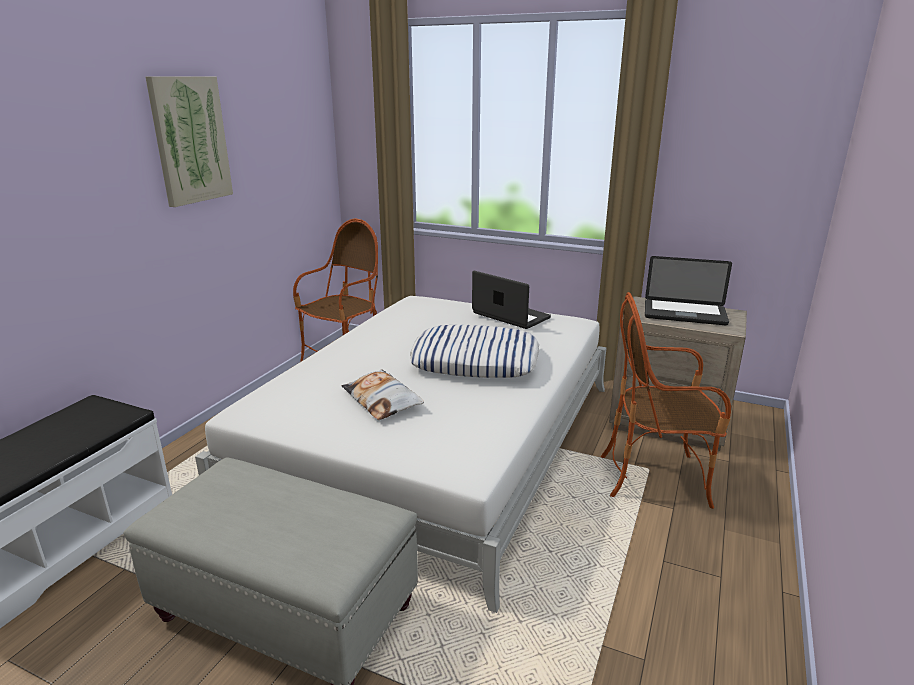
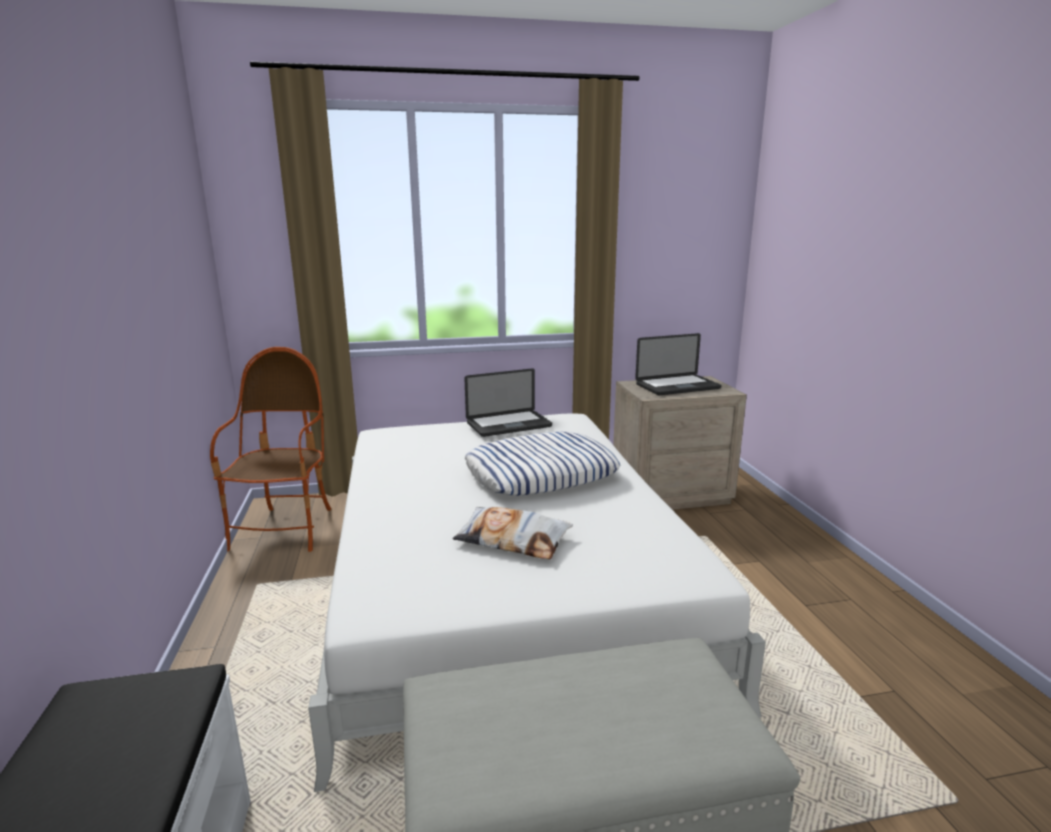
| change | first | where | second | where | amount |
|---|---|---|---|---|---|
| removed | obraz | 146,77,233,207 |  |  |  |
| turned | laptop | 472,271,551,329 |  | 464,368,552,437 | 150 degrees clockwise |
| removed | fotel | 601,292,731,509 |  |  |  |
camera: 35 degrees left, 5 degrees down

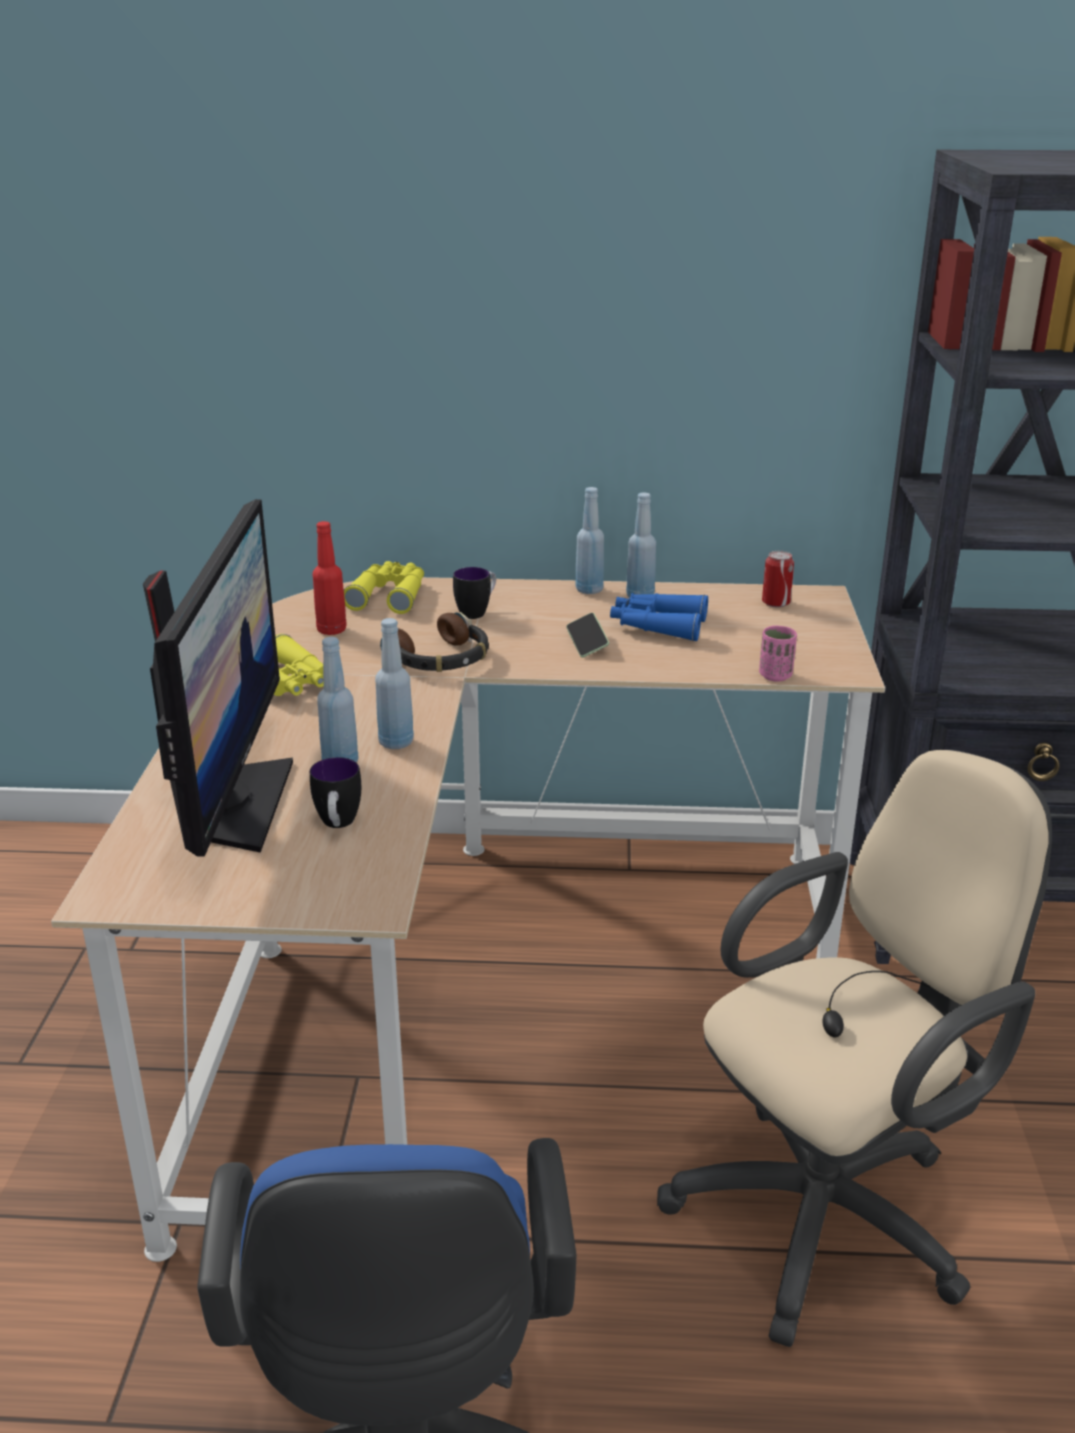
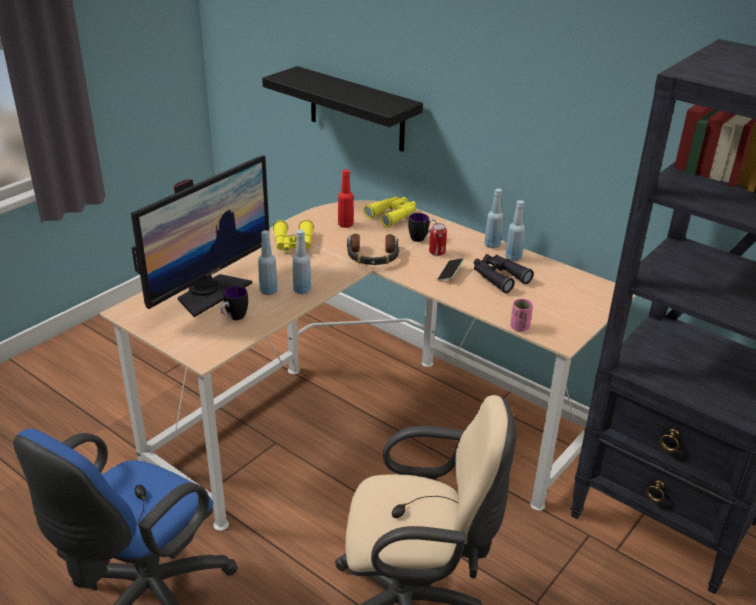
| change | first | where | second | where | amount |
|---|---|---|---|---|---|
| moved | puszka | 762,551,794,607 |  | 429,223,447,256 |  |
| recoloured | lornetka (niebieski) | 610,593,708,641 | lornetka (czarny) | 474,254,534,293 |  |
| added |  |  | półka (czarny) | 262,66,423,152 |  |
camera: 35 degrees right, 5 degrees up

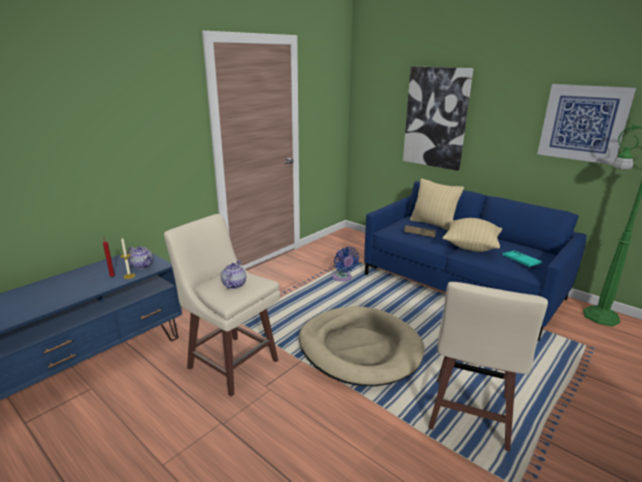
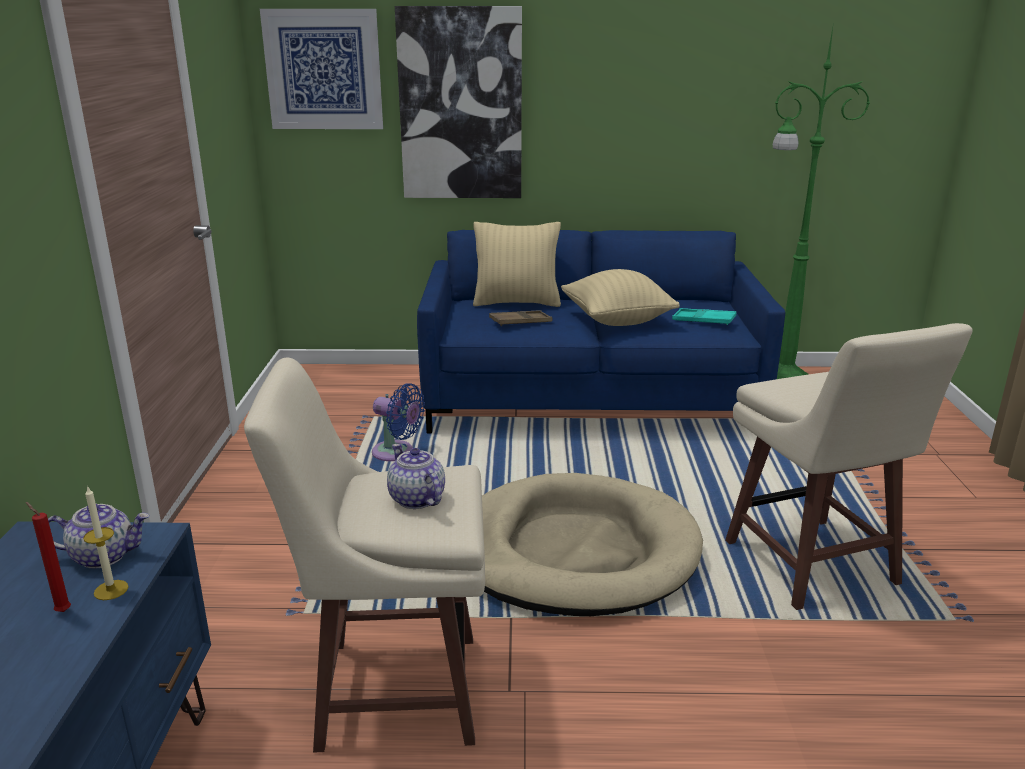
| change | first | where | second | where | amount |
|---|---|---|---|---|---|
| moved | obraz | 537,84,636,165 |  | 260,9,383,129 |  |
camera: 40 degrees left, 0 degrees up

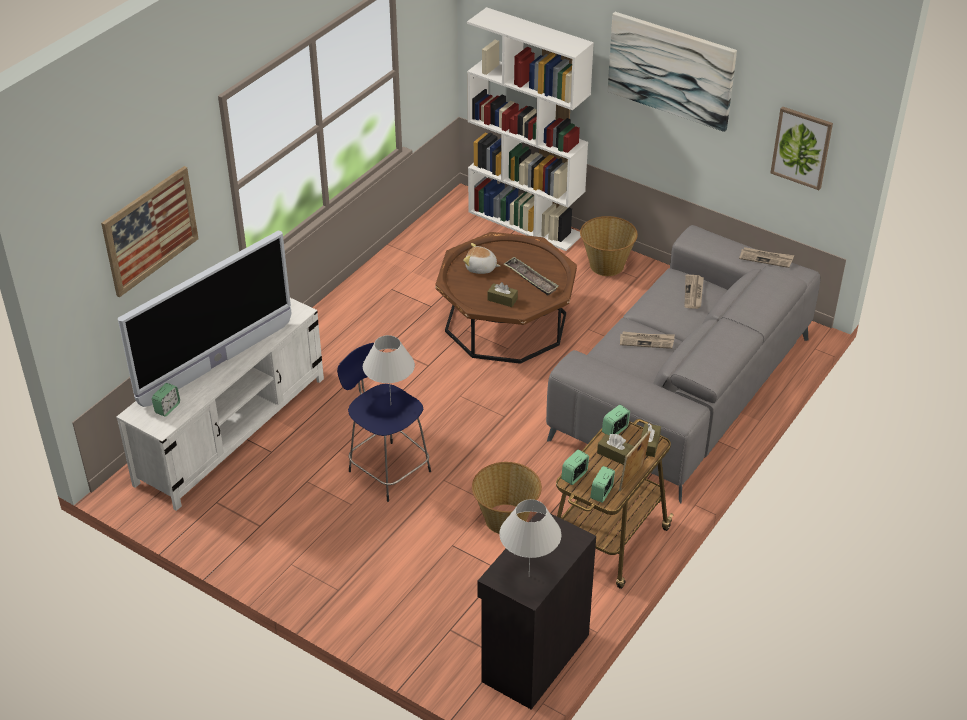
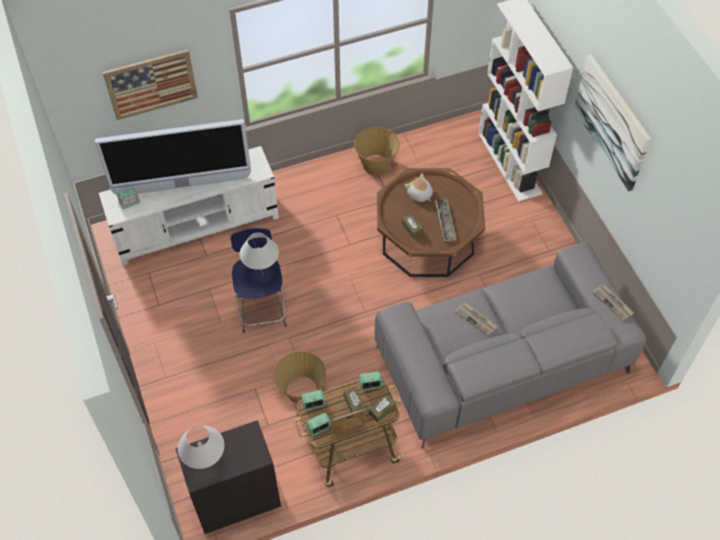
| change | first | where | second | where | amount |
|---|---|---|---|---|---|
| removed | obraz | 771,106,833,190 |  |  |  |
| moved | koszyk | 580,216,638,276 |  | 354,127,399,176 |  |
| removed | gazeta | 684,275,704,309 |  |  |  |
camera: 35 degrees right, 15 degrees up

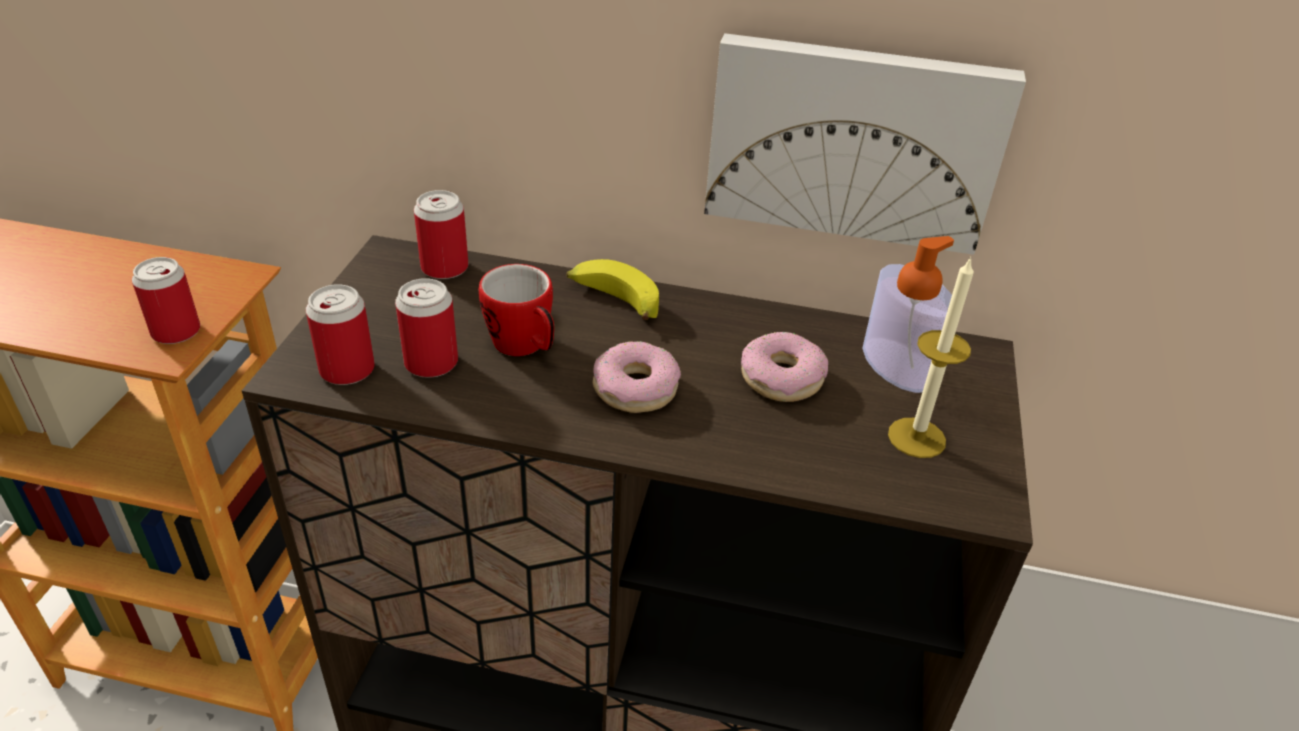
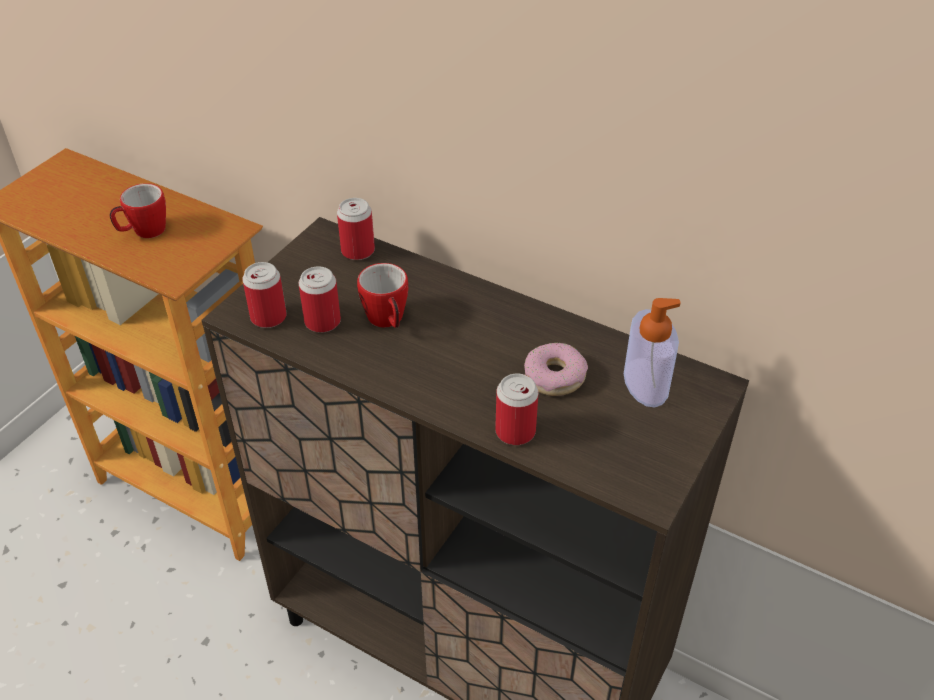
| change | first | where | second | where | amount |
|---|---|---|---|---|---|
| removed | obraz | 704,33,1026,255 |  |  |  |
| removed | świeca | 888,256,974,458 |  |  |  |
| moved | puszka | 132,257,200,344 |  | 495,374,539,445 |  |
| removed | banan | 567,259,659,320 |  |  |  |
| removed | donut | 593,341,681,413 |  |  |  |
| added |  |  | kubek | 110,183,166,238 |  |
camera: 20 degrees right, 5 degrees up

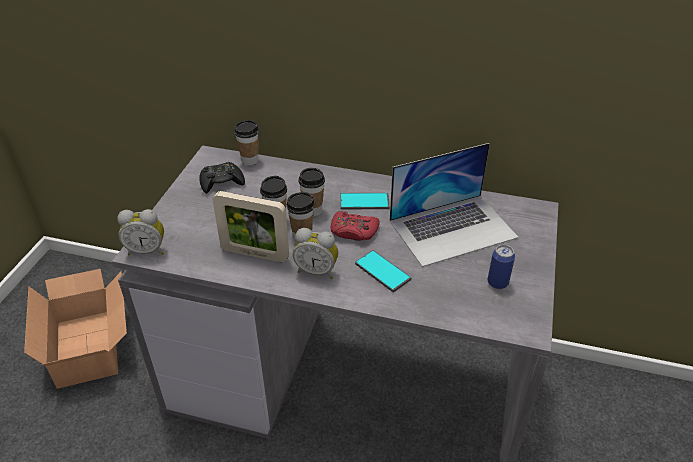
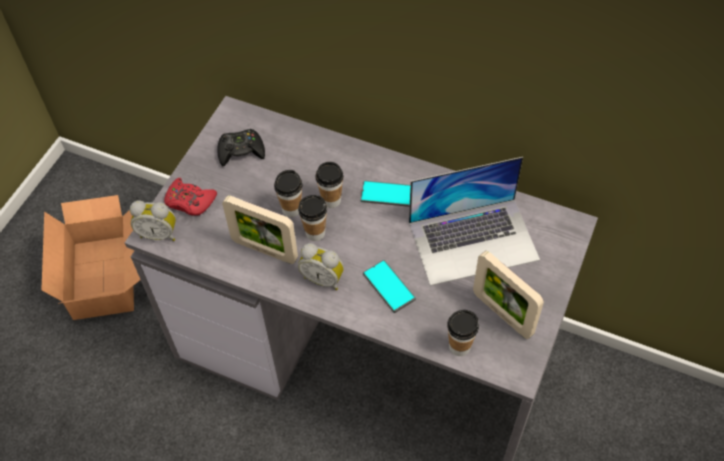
| change | first | where | second | where | amount |
|---|---|---|---|---|---|
| moved | filiżanka | 234,120,259,166 |  | 447,310,479,356 |  |
| moved | pad do gier (czerwony) | 331,211,380,241 |  | 164,178,217,215 |  |
| replaced | puszka | 487,245,515,289 | ramka na zdjęcie | 473,251,544,339 |  |
camera: 10 degrees right, 15 degrees up

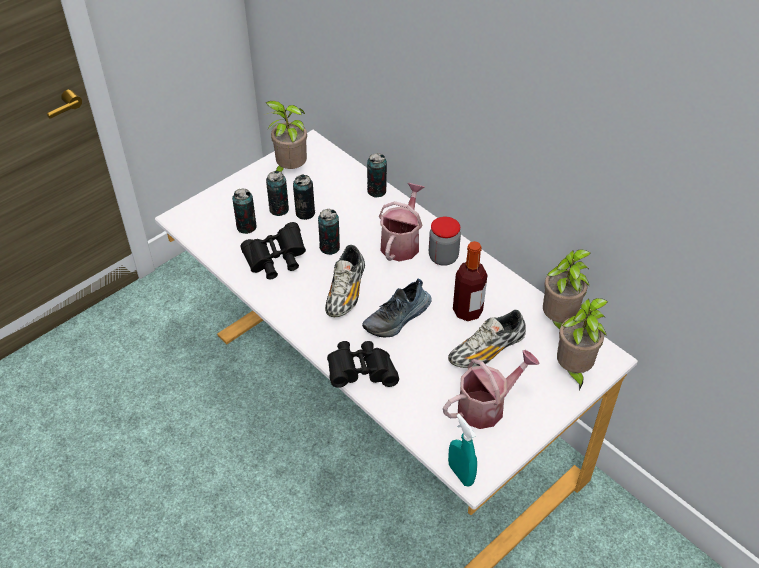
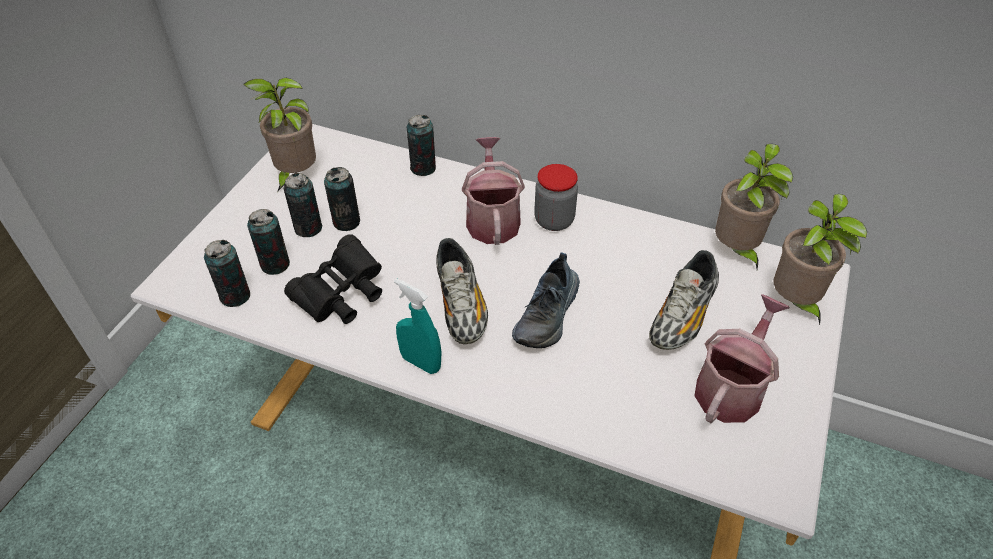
| change | first | where | second | where | amount |
|---|---|---|---|---|---|
| moved | puszka | 318,209,340,255 |  | 204,240,250,307 |  |
| removed | butelka | 453,241,487,321 |  |  |  |
| removed | lornetka (czarny) | 327,341,399,388 |  |  |  |
| moved | spryskiwacz (turkusowy) | 448,414,477,486 |  | 394,279,441,374 |  |
camera: 25 degrees left, 0 degrees up

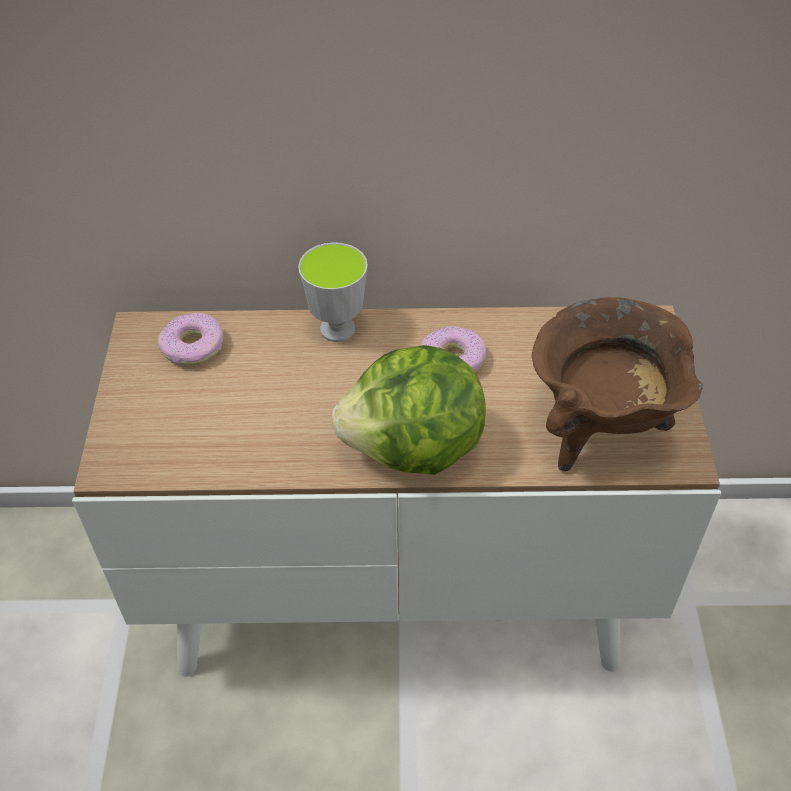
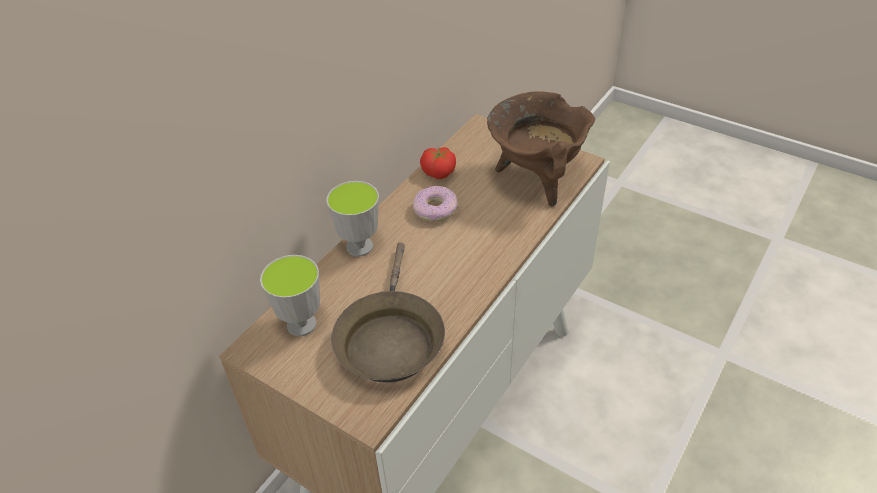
| change | first | where | second | where | amount |
|---|---|---|---|---|---|
| replaced | donut | 158,313,223,366 | filiżanka | 260,255,320,336 |  |
| removed | sałata | 332,345,486,475 |  |  |  |
| added |  |  | pomidor | 420,147,456,179 |  |
| added |  |  | patelnia (brązowy) | 331,242,445,383 |  |
camera: 55 degrees left, 5 degrees down

